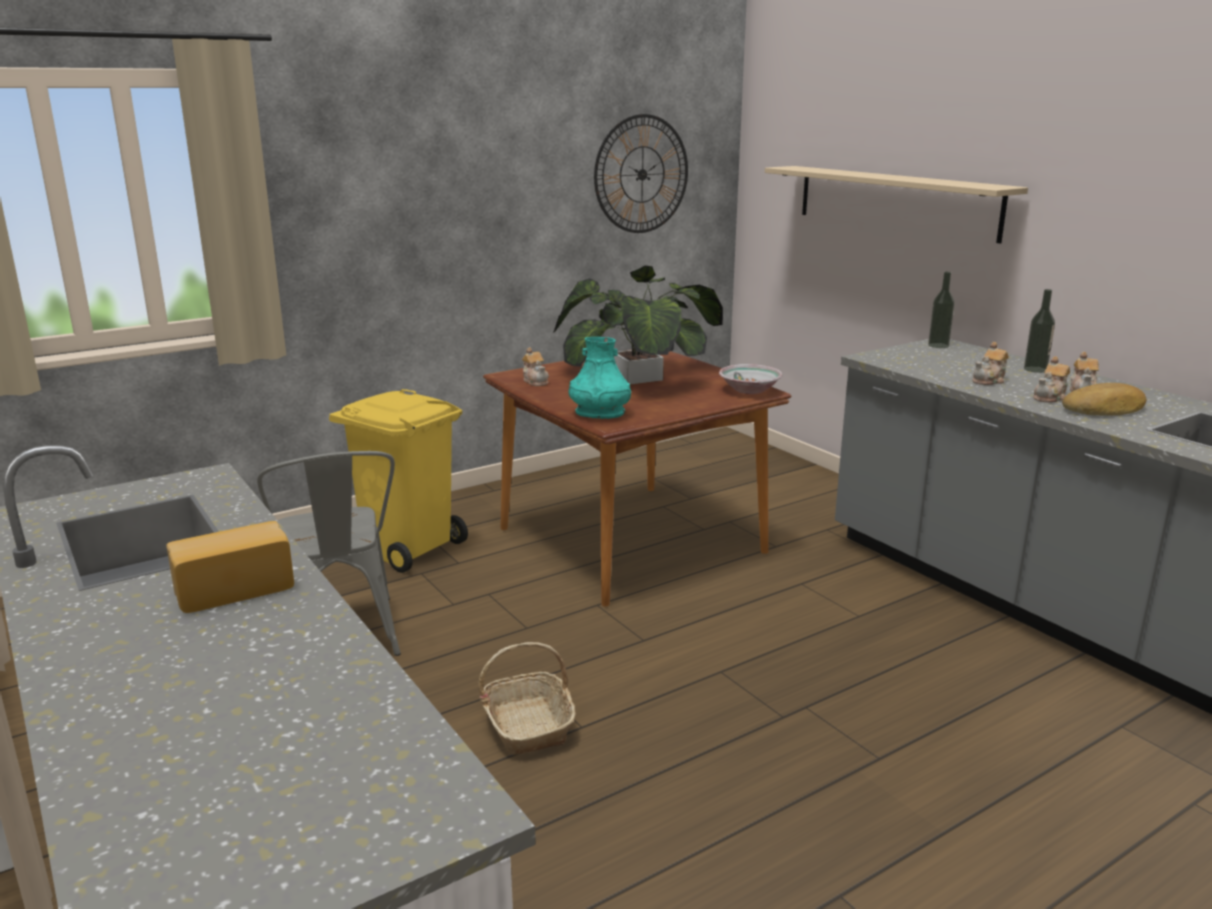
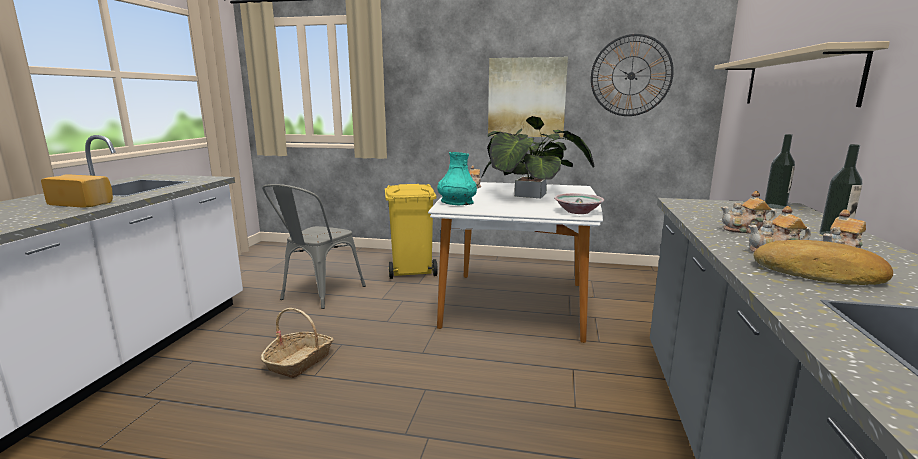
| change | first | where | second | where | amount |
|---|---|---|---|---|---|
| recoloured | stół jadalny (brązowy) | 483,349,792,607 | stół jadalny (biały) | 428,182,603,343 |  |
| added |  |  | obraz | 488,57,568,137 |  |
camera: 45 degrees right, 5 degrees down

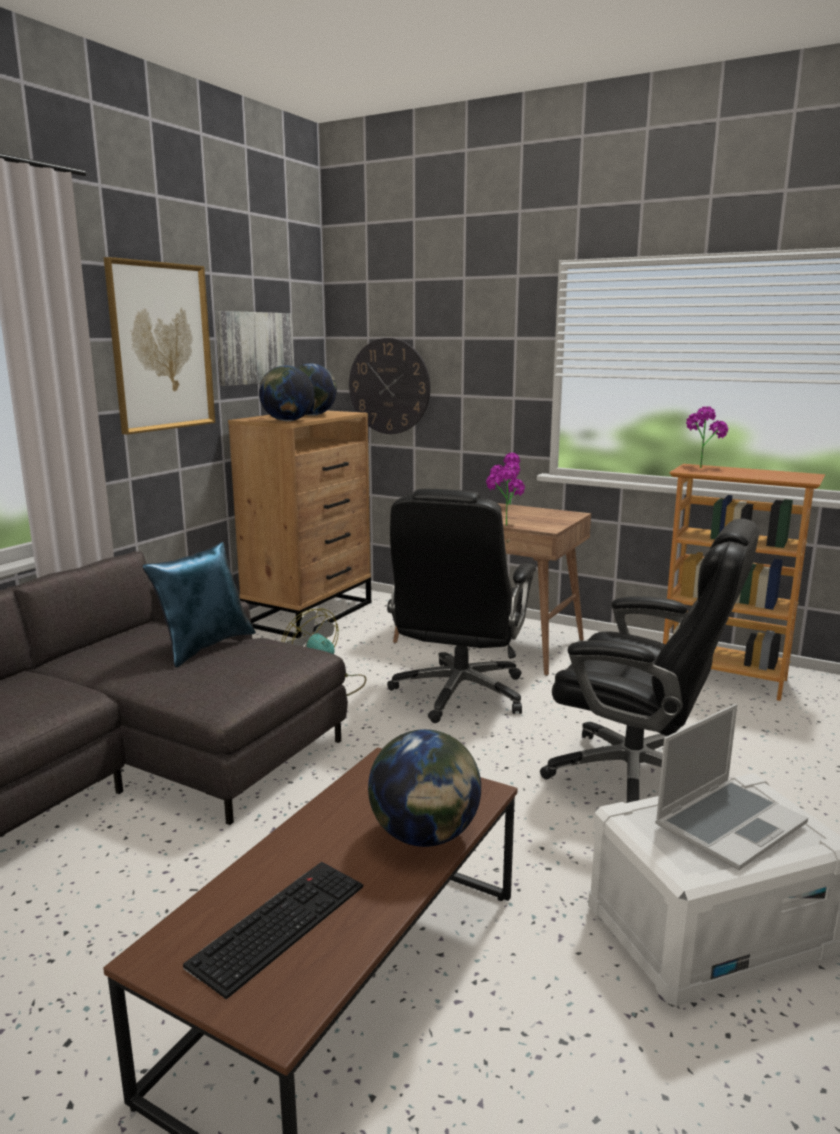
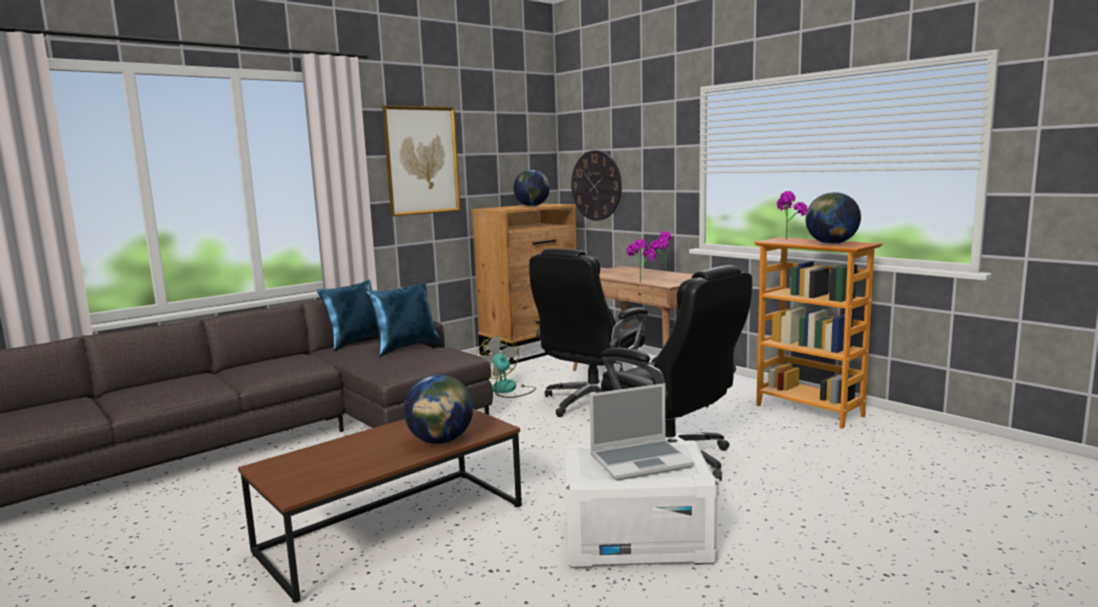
| change | first | where | second | where | amount |
|---|---|---|---|---|---|
| removed | obraz | 215,311,294,386 |  |  |  |
| moved | globus | 259,366,314,421 |  | 805,192,861,244 |  |
| removed | klawiatura | 183,862,363,999 |  |  |  |
| added |  |  | poduszka (niebieski) | 317,280,379,351 |  |
camera: 20 degrees right, 5 degrees down

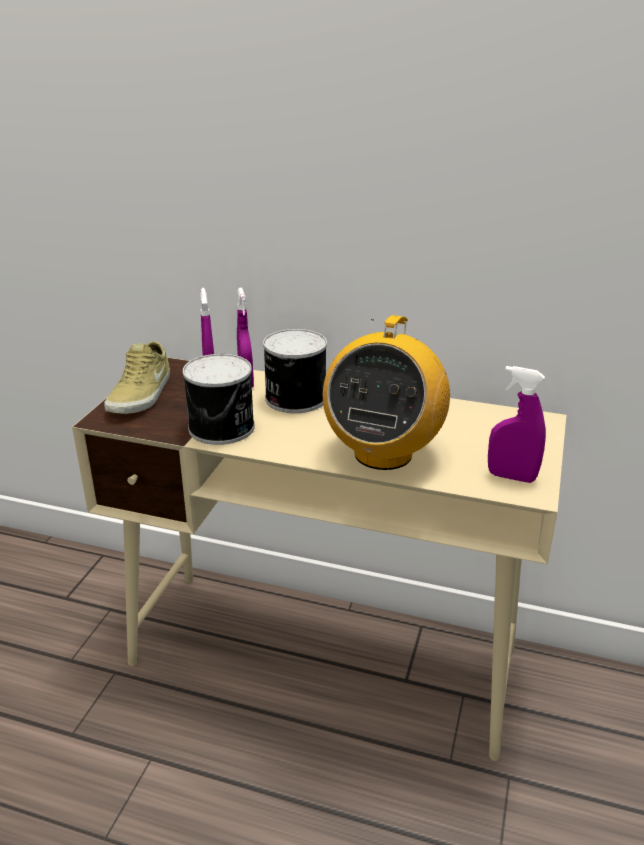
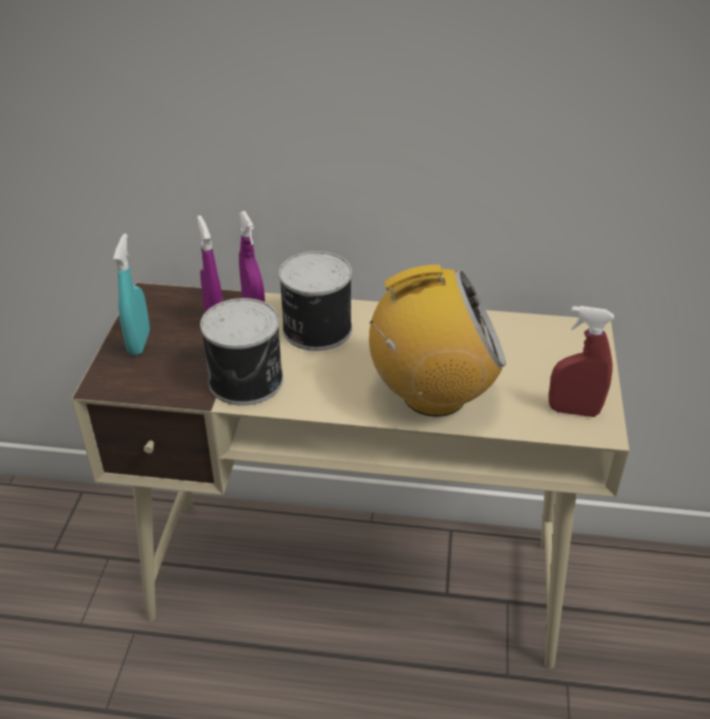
| change | first | where | second | where | amount |
|---|---|---|---|---|---|
| turned | radio | 323,315,450,470 |  | 369,265,506,417 | 105 degrees counterclockwise |
| replaced | but (beżowy) | 104,341,170,414 | spryskiwacz (turkusowy) | 113,234,150,355 |  |
| recoloured | spryskiwacz (fioletowy) | 488,366,546,483 | spryskiwacz (czerwony) | 549,306,614,417 |  |
camera: 10 degrees left, 10 degrees up

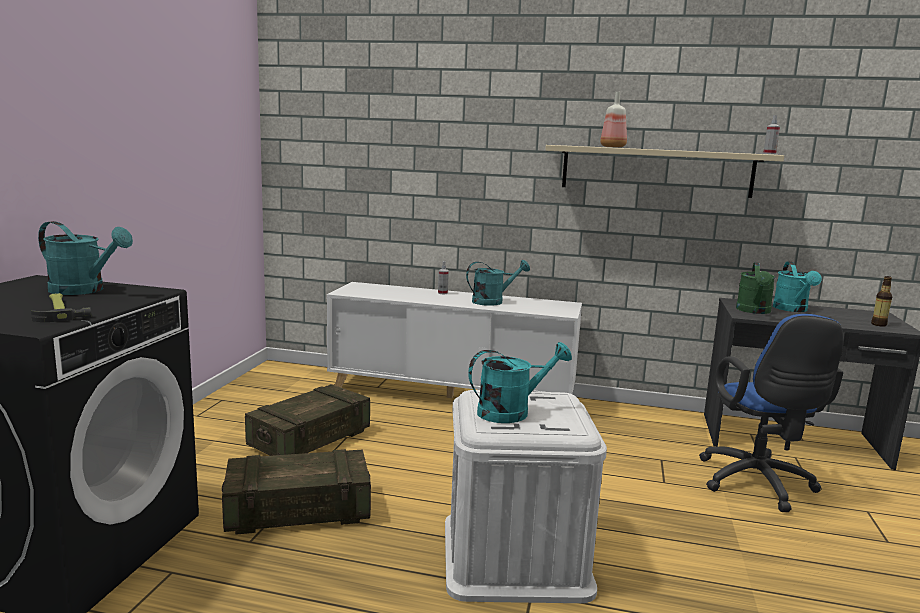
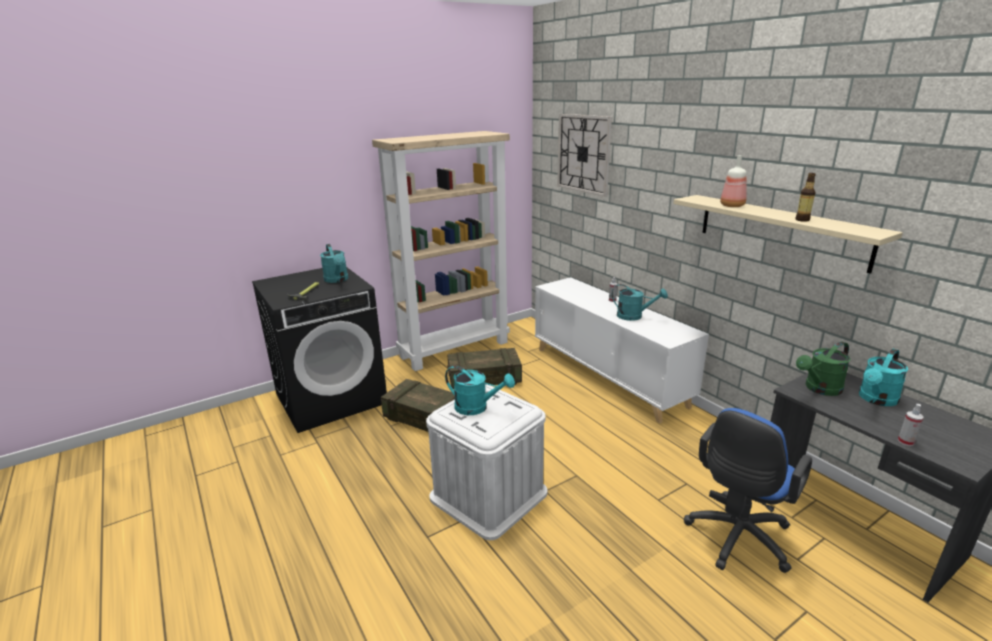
| change | first | where | second | where | amount |
|---|---|---|---|---|---|
| moved | spryskiwacz | 763,115,780,154 |  | 898,404,924,446 |  |
| moved | butelka | 871,276,893,327 |  | 795,173,816,222 |  |
| added |  |  | zegar ścienny | 557,114,612,197 |  |
| added |  |  | regał (beżowy) | 372,131,510,371 |  |
camera: 45 degrees right, 10 degrees up

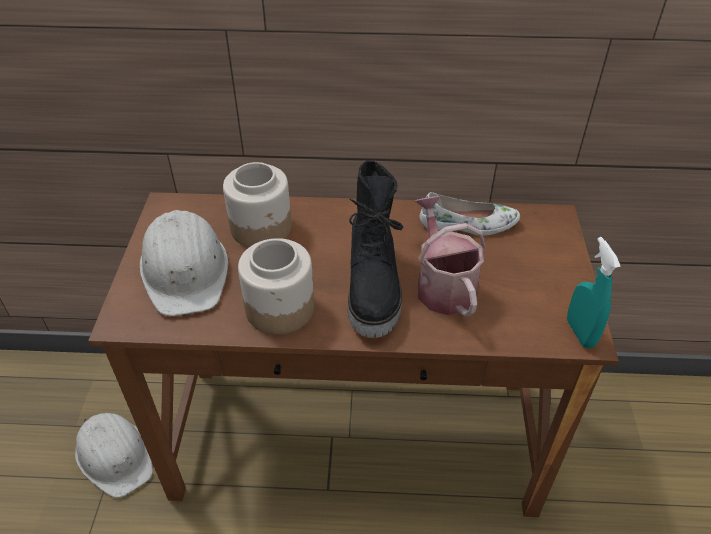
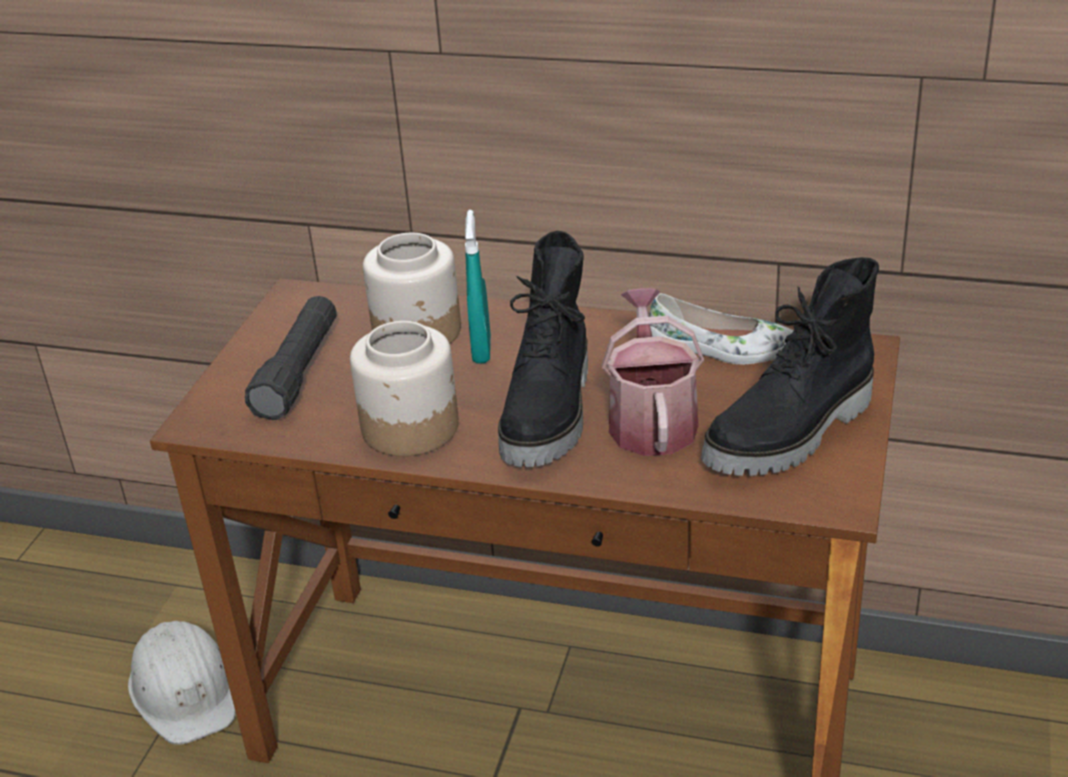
| change | first | where | second | where | amount |
|---|---|---|---|---|---|
| replaced | kask (biały) | 140,210,228,316 | latarka (czarny) | 245,296,337,420 |  |
| moved | spryskiwacz (turkusowy) | 567,237,621,348 |  | 465,210,491,364 |  |
| added |  |  | but z cholewką (czarny) | 701,257,879,476 |  |
camera: 15 degrees right, 10 degrees down

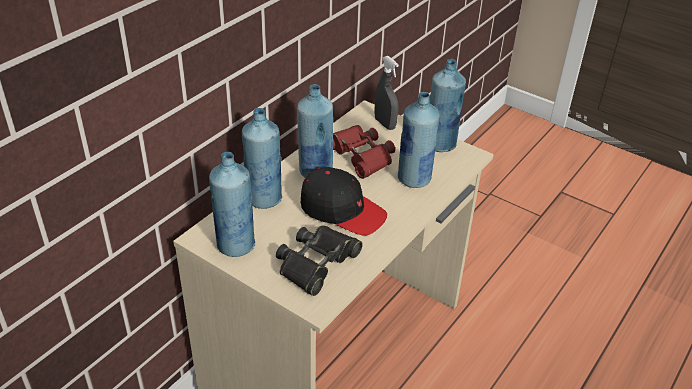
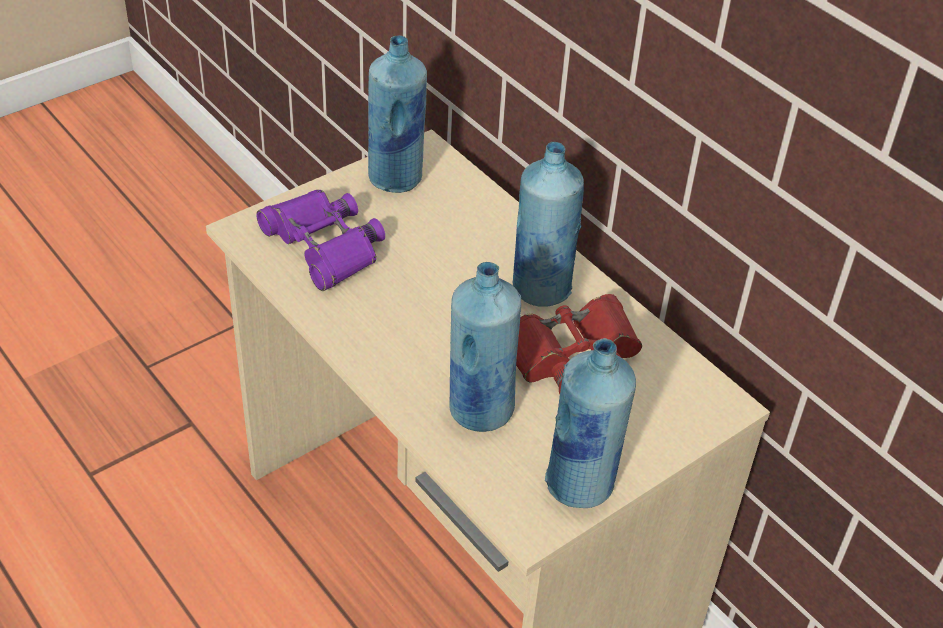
| change | first | where | second | where | amount |
|---|---|---|---|---|---|
| removed | spryskiwacz (szary) | 374,56,399,130 |  |  |  |
| removed | butelka (niebieski) | 242,108,282,209 |  |  |  |
| removed | czapka z daszkiem (czarny) | 301,167,387,236 |  |  |  |
| recoloured | lornetka (czarny) | 276,226,363,296 | lornetka (fioletowy) | 256,190,385,291 |  |
camera: 105 degrees right, 5 degrees up

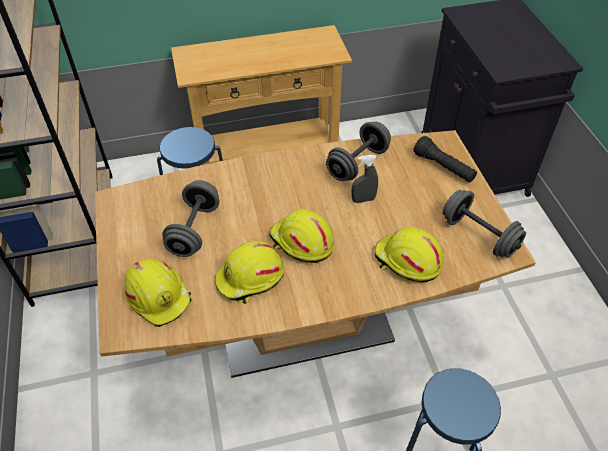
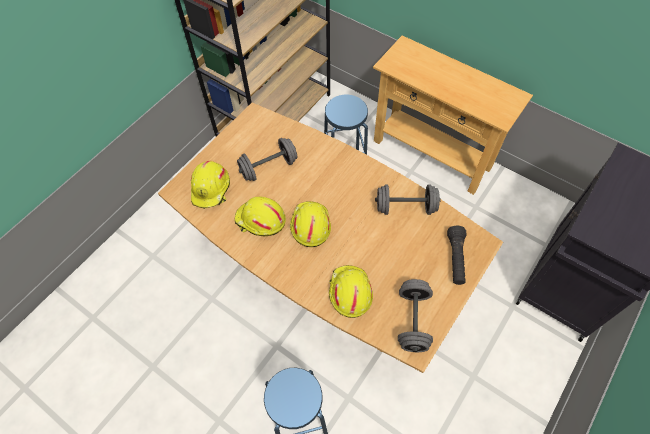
| change | first | where | second | where | amount |
|---|---|---|---|---|---|
| removed | spryskiwacz (szary) | 352,155,378,203 |  |  |  |
camera: 50 degrees right, 10 degrees up

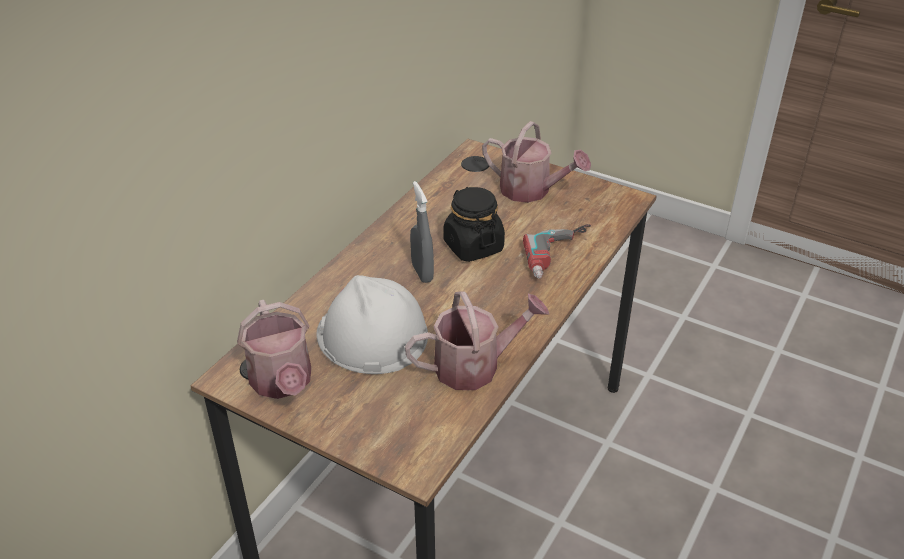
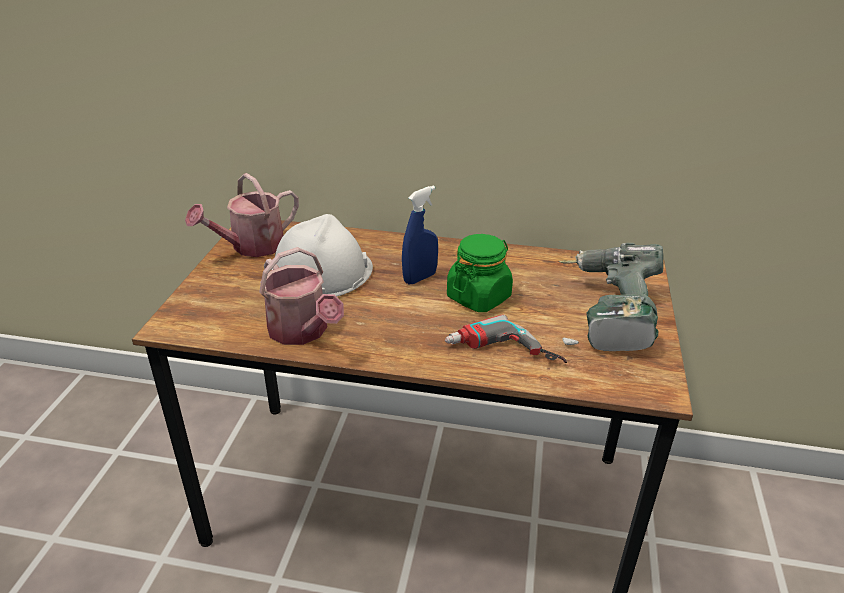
| change | first | where | second | where | amount |
|---|---|---|---|---|---|
| replaced | konewka | 482,121,591,203 | wiertarka | 559,243,663,351 |  |
| recoloured | spryskiwacz (szary) | 410,181,434,283 | spryskiwacz (niebieski) | 402,186,438,284 |  |
| recoloured | słoik (czarny) | 443,187,505,262 | słoik (zielony) | 447,234,513,312 |  |
camera: 70 degrees right, 5 degrees down

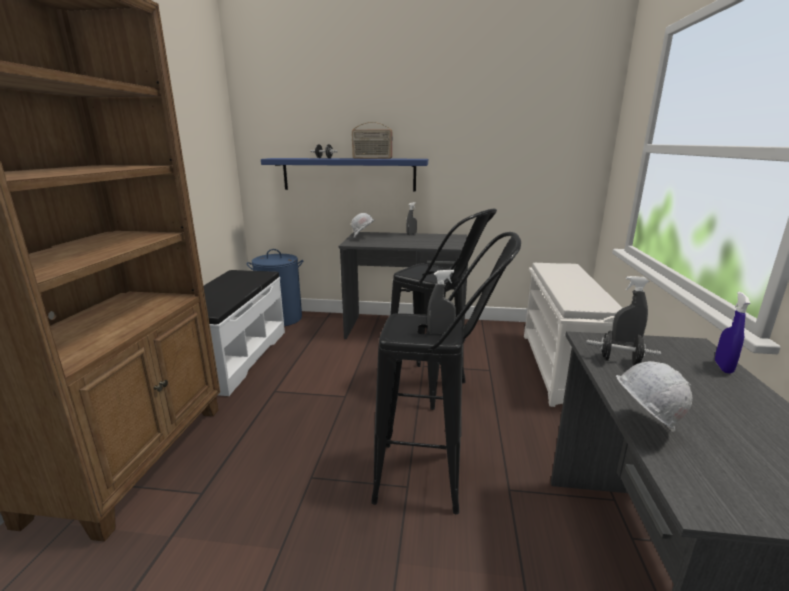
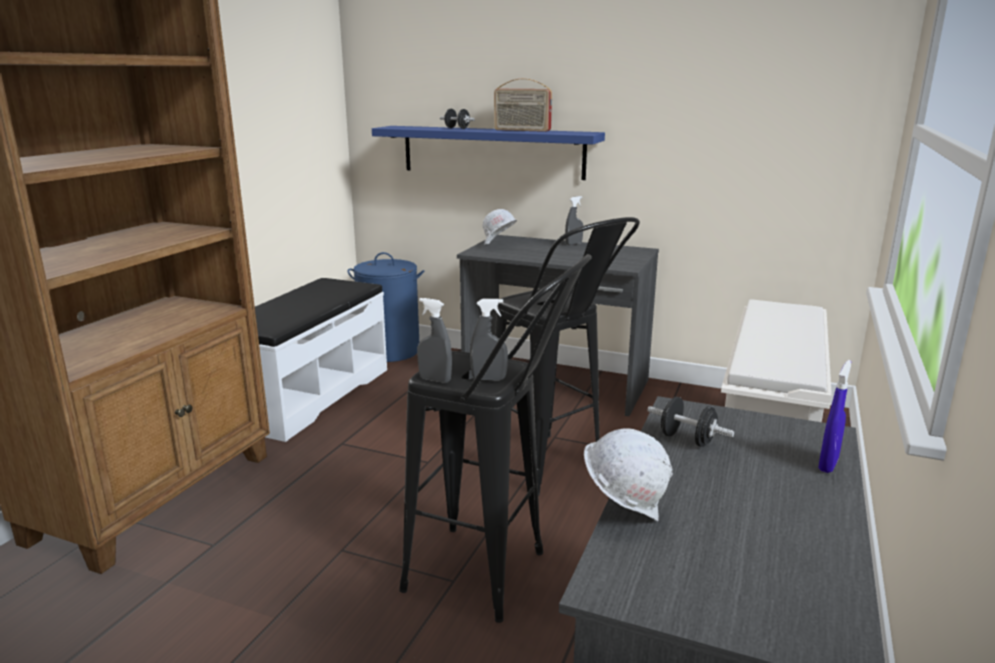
| change | first | where | second | where | amount |
|---|---|---|---|---|---|
| moved | spryskiwacz (szary) | 612,276,650,343 |  | 417,298,452,383 |  |
camera: 15 degrees right, 0 degrees up

